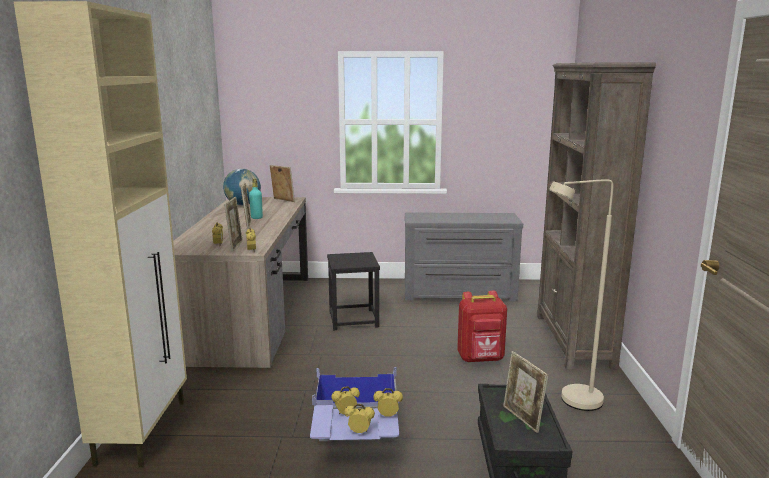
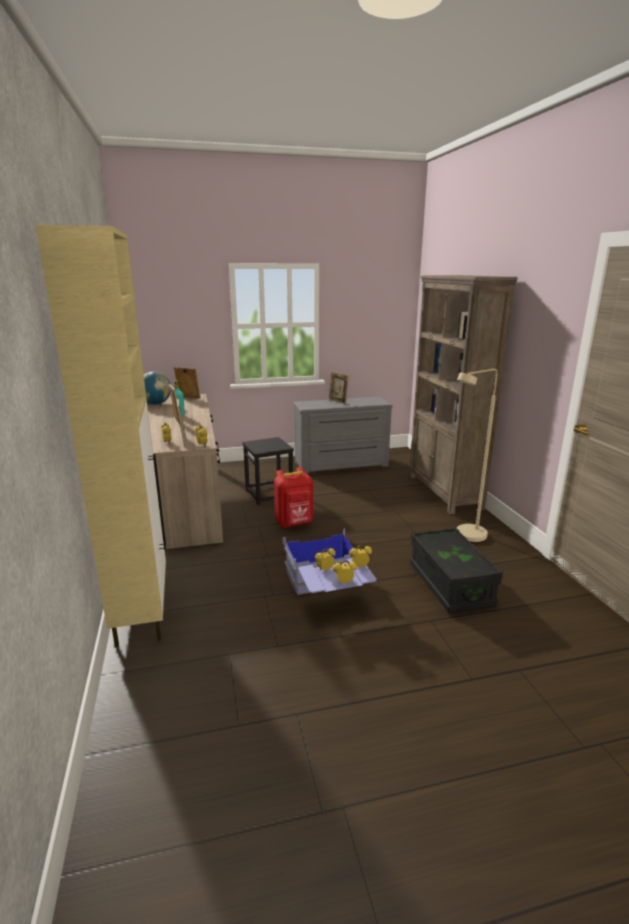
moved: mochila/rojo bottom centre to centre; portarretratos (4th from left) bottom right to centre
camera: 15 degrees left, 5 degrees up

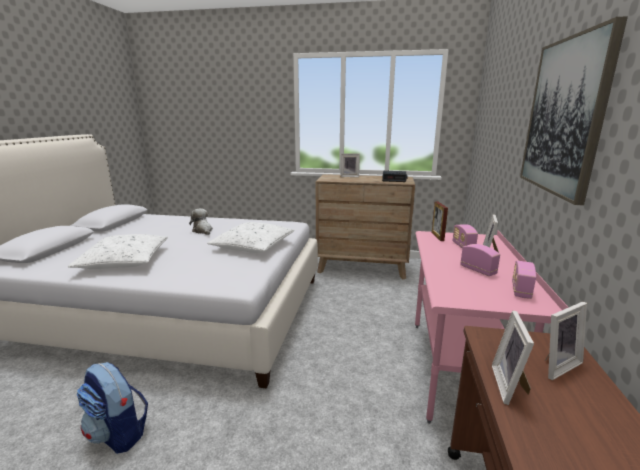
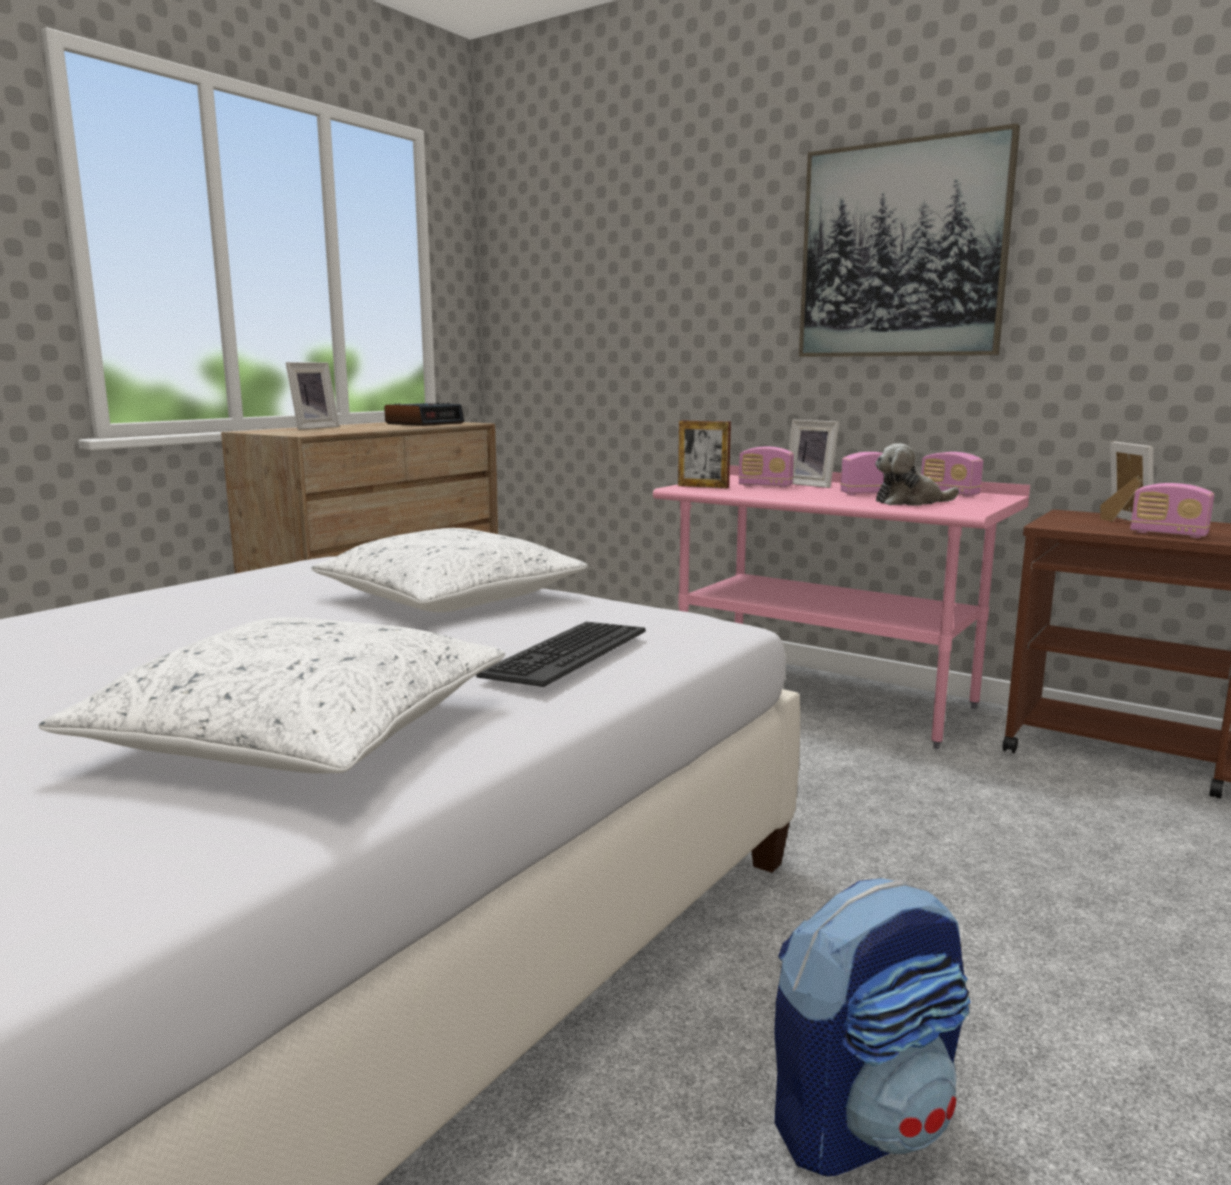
added: teclado centre
moved: peluche middle left to middle right
replaced: portarretratos (4th from left) bottom right to radio (4th from left) middle right
camera: 65 degrees left, 5 degrees down

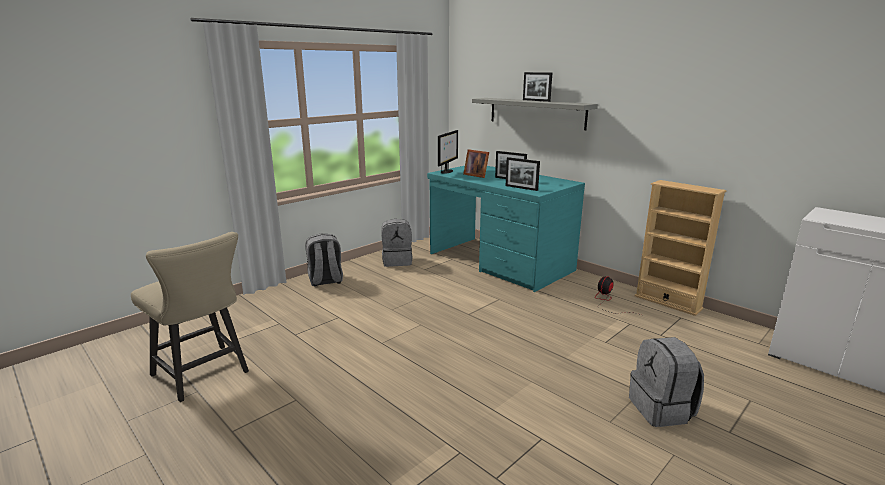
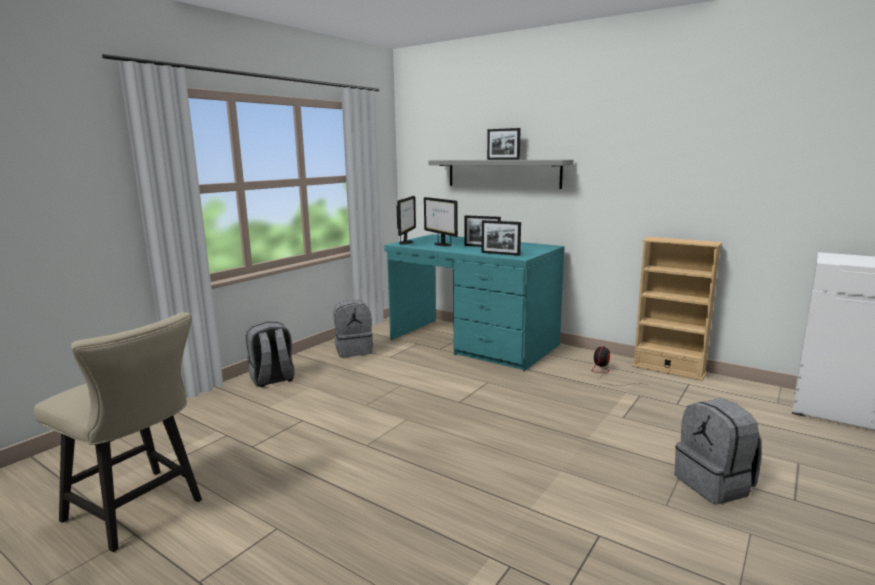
replaced: portarretratos (1st from left) centre to monitor (2nd from left) centre
camera: 10 degrees left, 5 degrees down

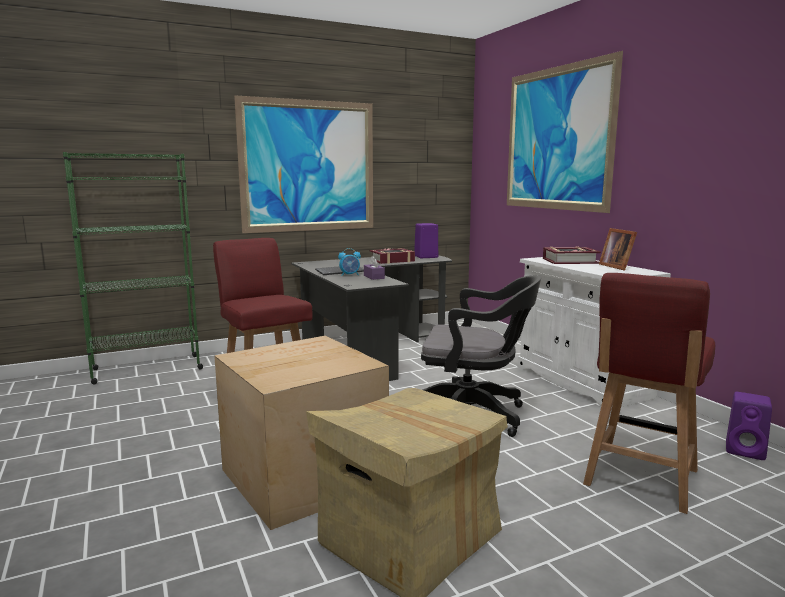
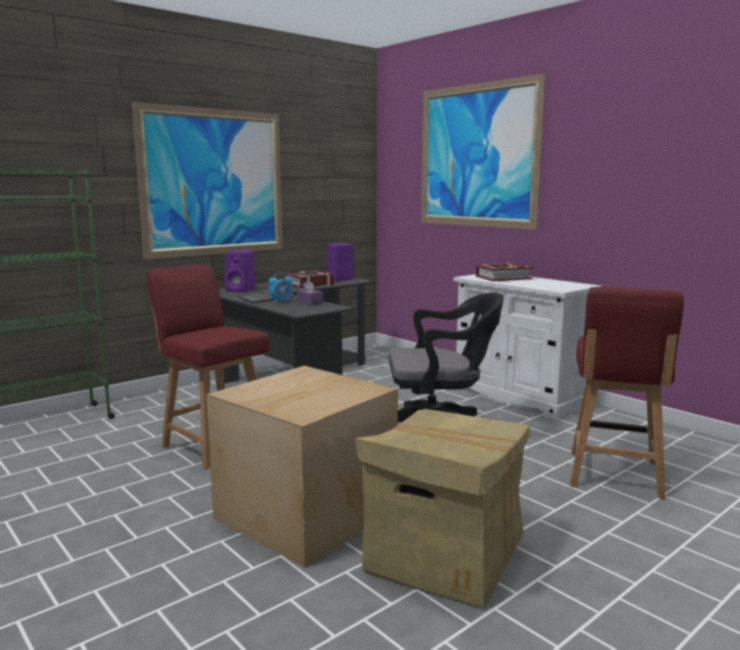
removed: portarretratos middle right
moved: altavoz/morado (2nd from left in the first image) bottom right to altavoz/morado (1st from left) middle left
camera: 15 degrees left, 0 degrees up

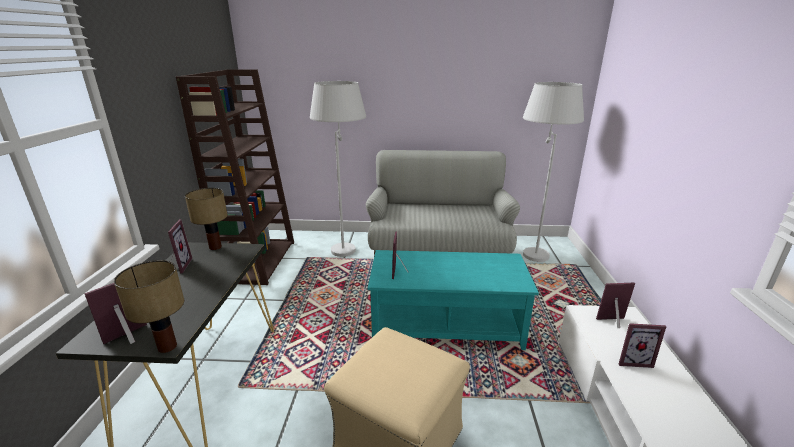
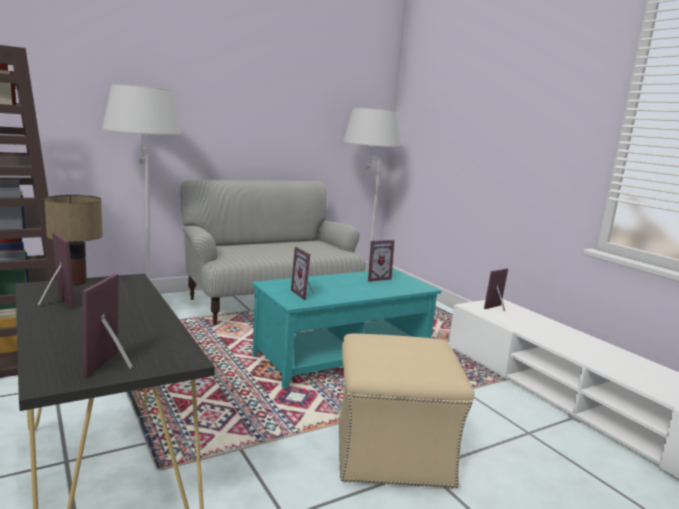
removed: lámpara de mesa (1st from left) bottom left
moved: portarretratos (5th from left in the first image) bottom right to portarretratos (4th from left) centre
camera: 35 degrees left, 10 degrees down

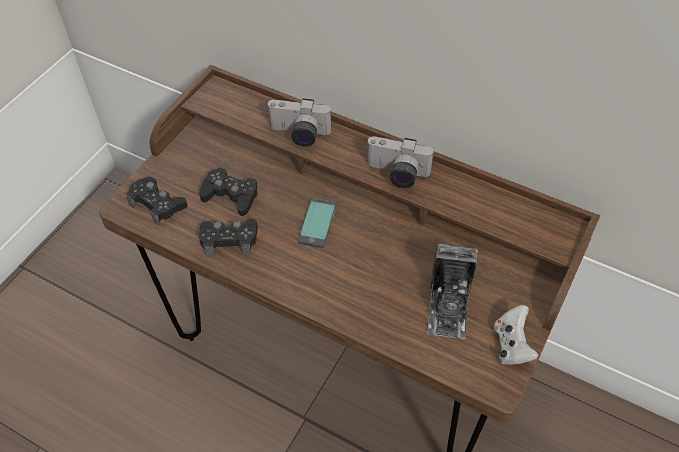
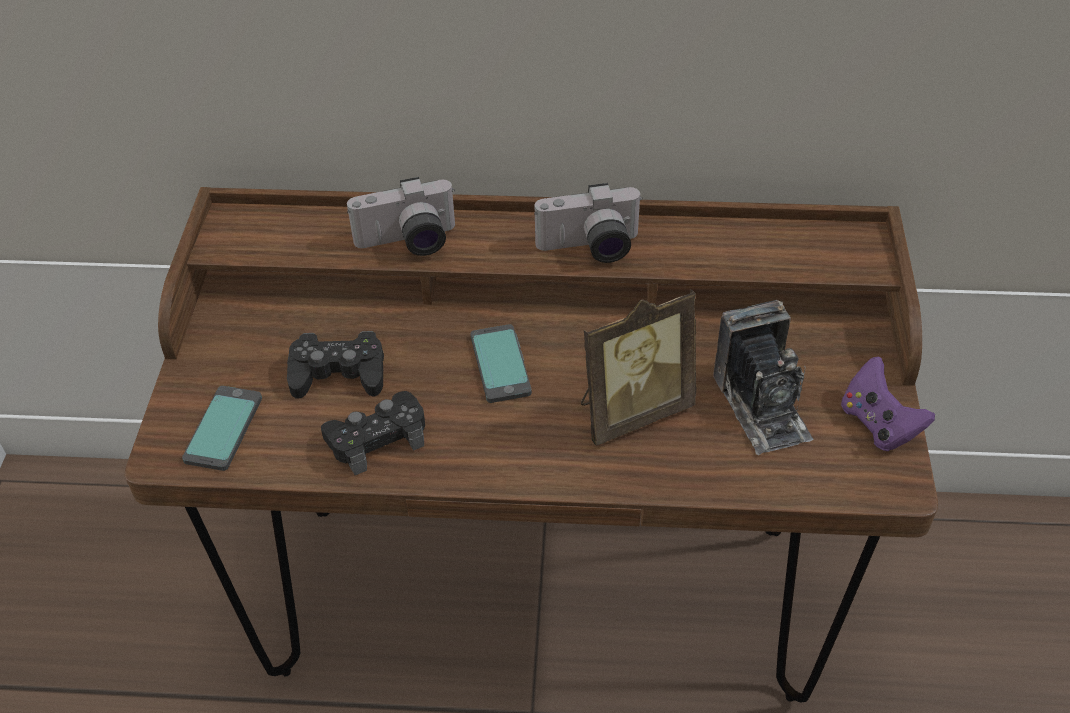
added: portarretratos centre
replaced: mando de consola/negro (1st from left) middle left to móvil (1st from left) middle left
recoloured: mando de consola/blanco bottom right to mando de consola/morado middle right
camera: 25 degrees left, 5 degrees down

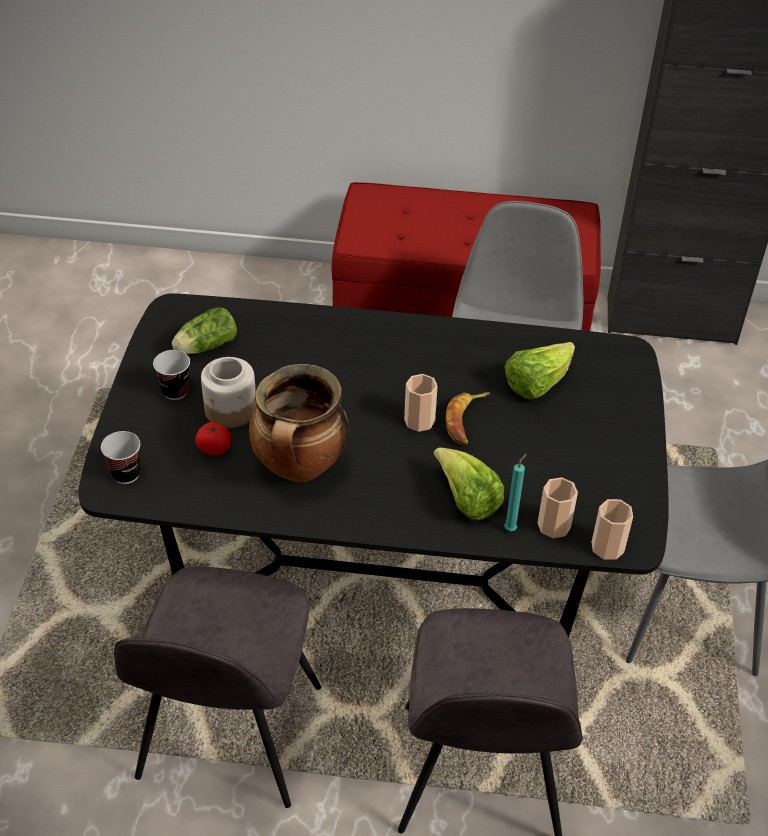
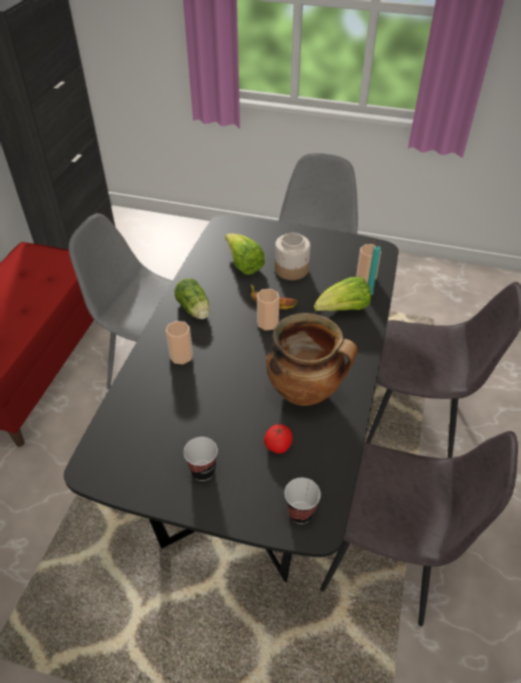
moved: lechuga (1st from left) middle left to centre; tarro middle left to centre; taza (5th from left in the first image) middle right to taza (1st from left) centre
camera: 80 degrees left, 0 degrees up

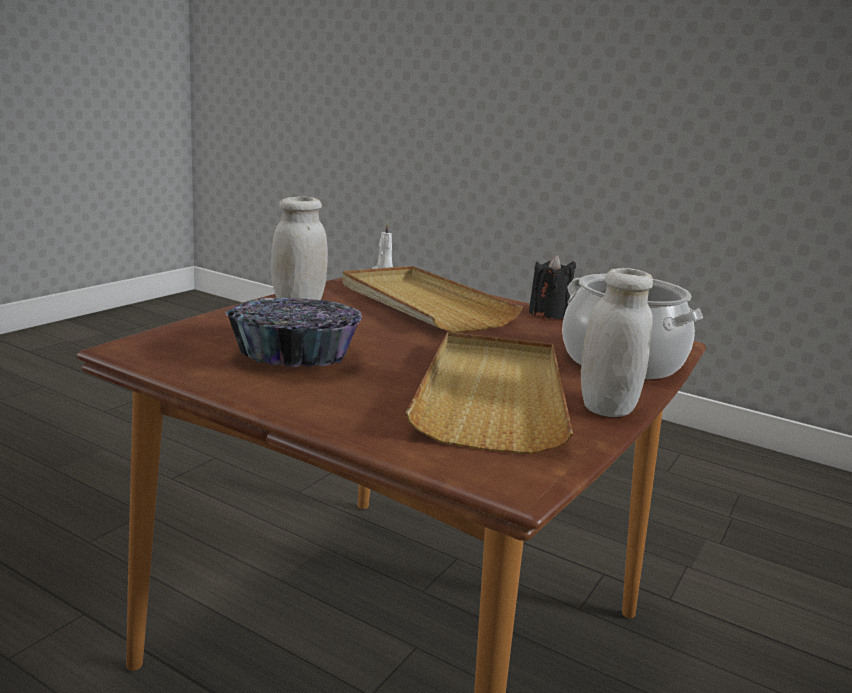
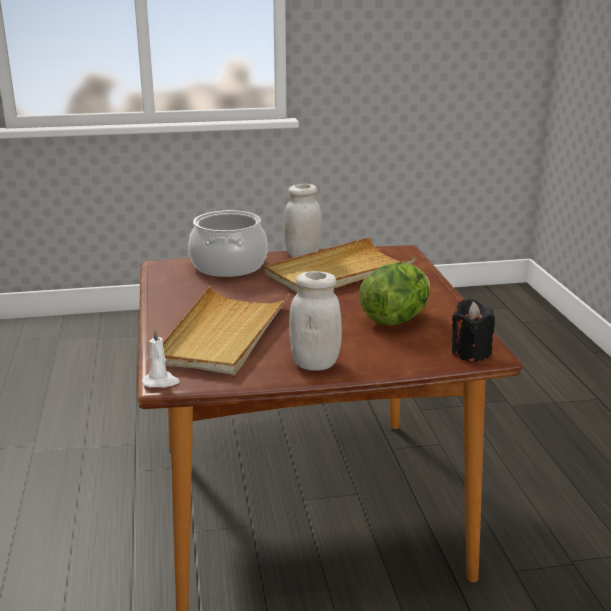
moved: vela/negro centre to middle right
replaced: cuenco centre to lechuga centre
camera: 130 degrees left, 5 degrees up

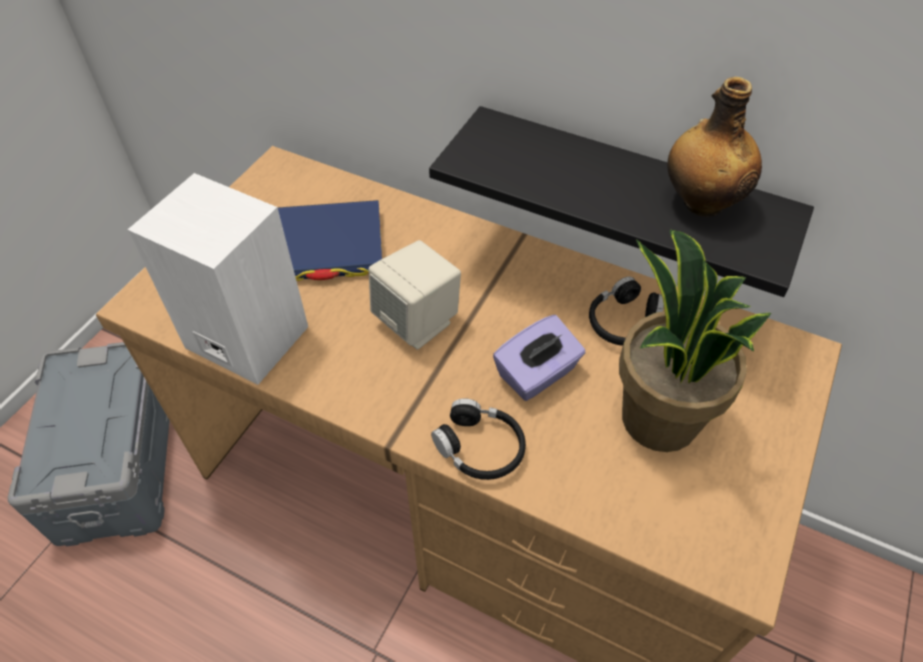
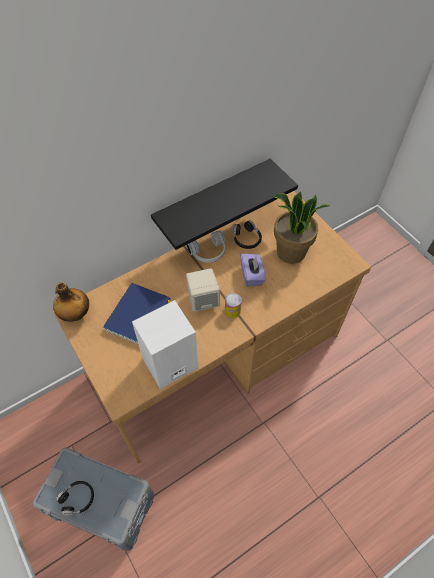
added: auriculares/blanco centre; lata centre
moved: auriculares/negro (1st from left) centre to bottom left; botella top right to middle left
camera: 60 degrees left, 5 degrees up

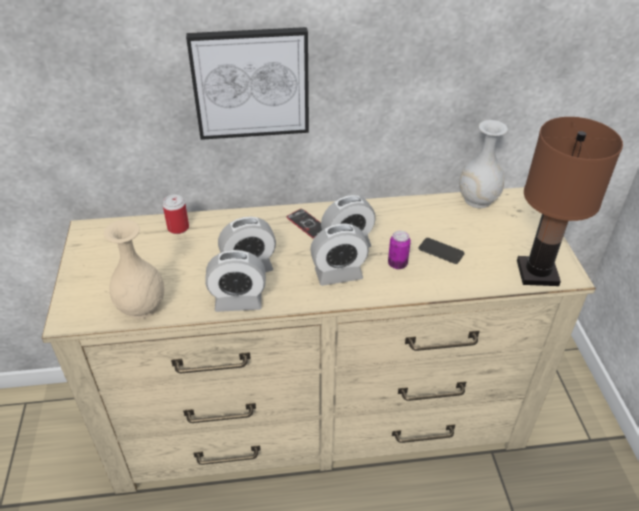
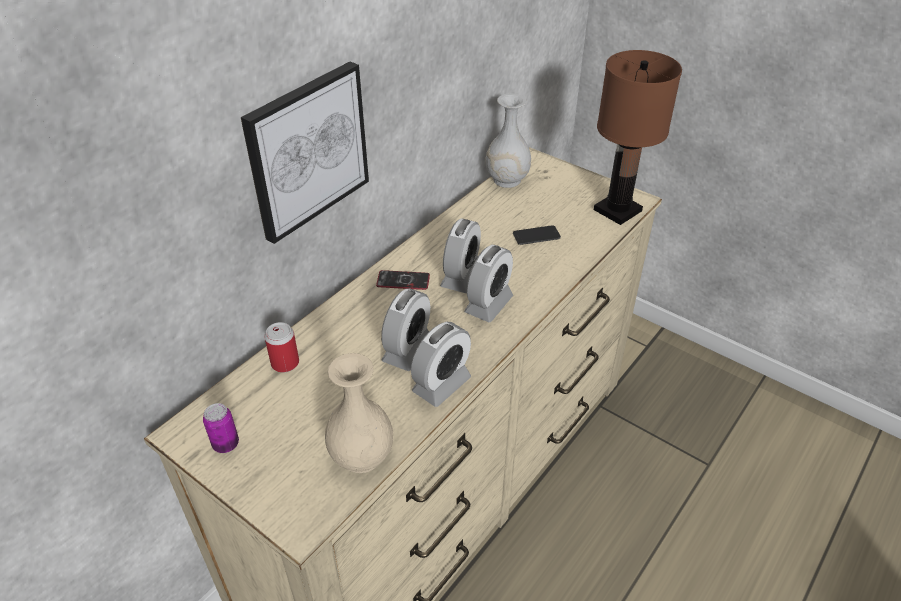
moved: lata (2nd from left in the first image) centre to lata (1st from left) bottom left
camera: 45 degrees left, 0 degrees up

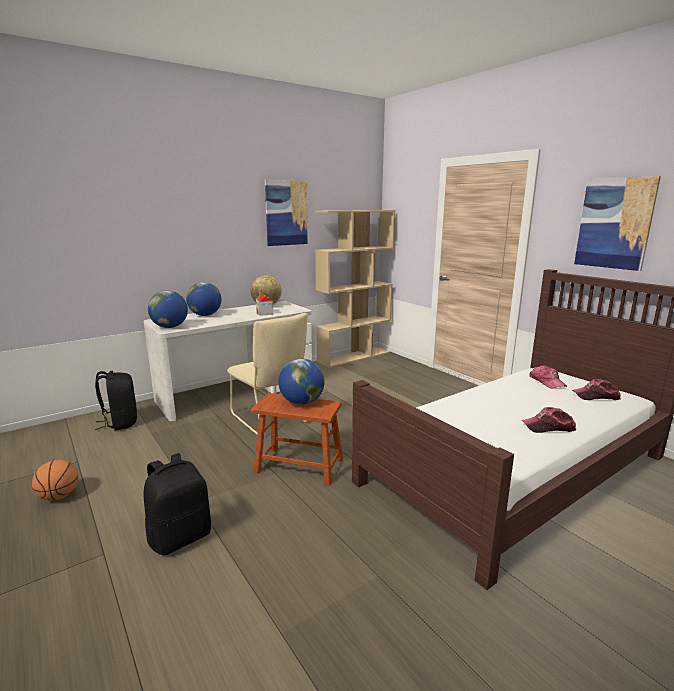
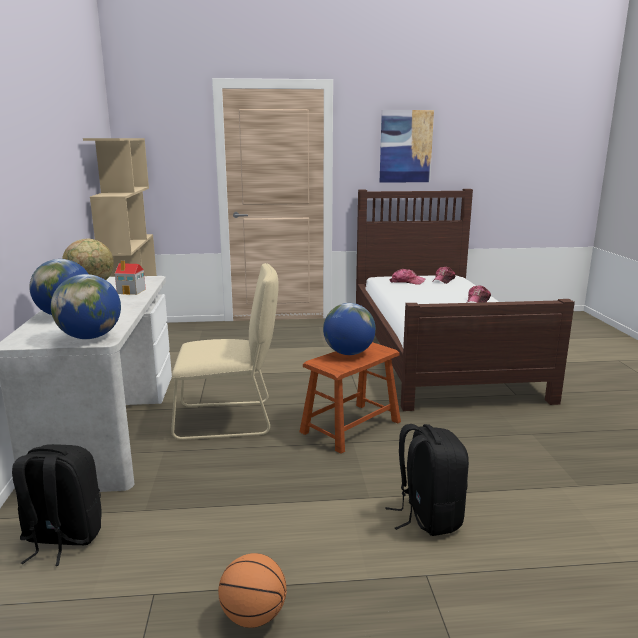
removed: cuadro (1st from left) top centre
camera: 60 degrees left, 0 degrees up

